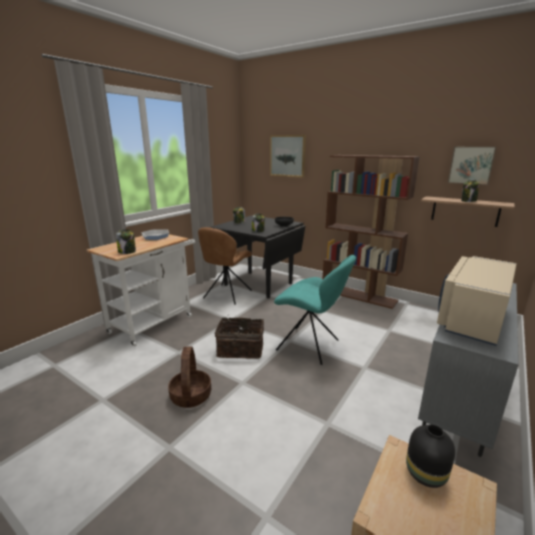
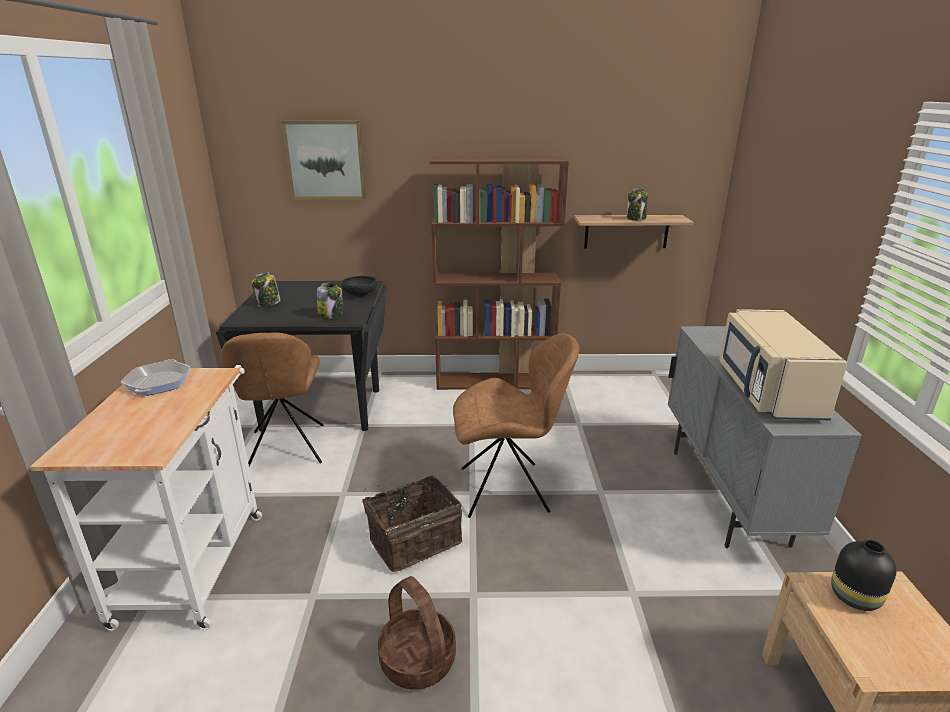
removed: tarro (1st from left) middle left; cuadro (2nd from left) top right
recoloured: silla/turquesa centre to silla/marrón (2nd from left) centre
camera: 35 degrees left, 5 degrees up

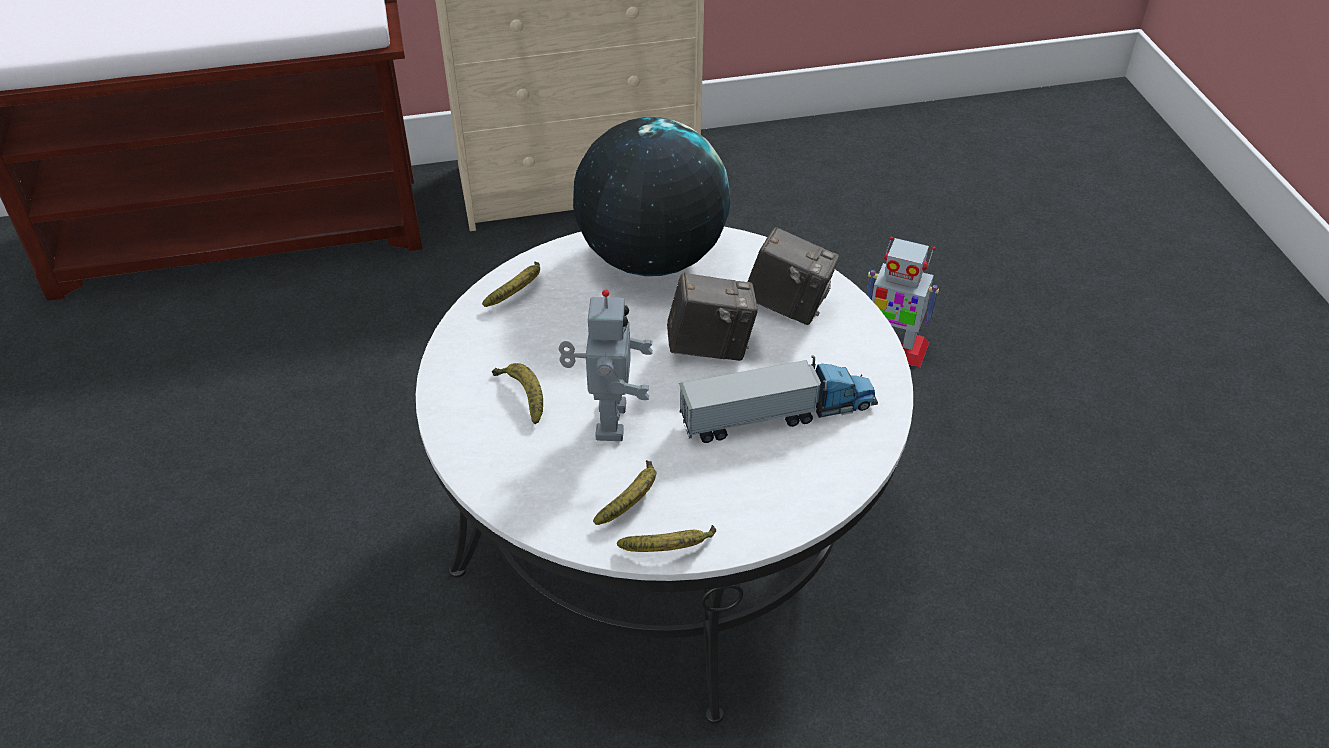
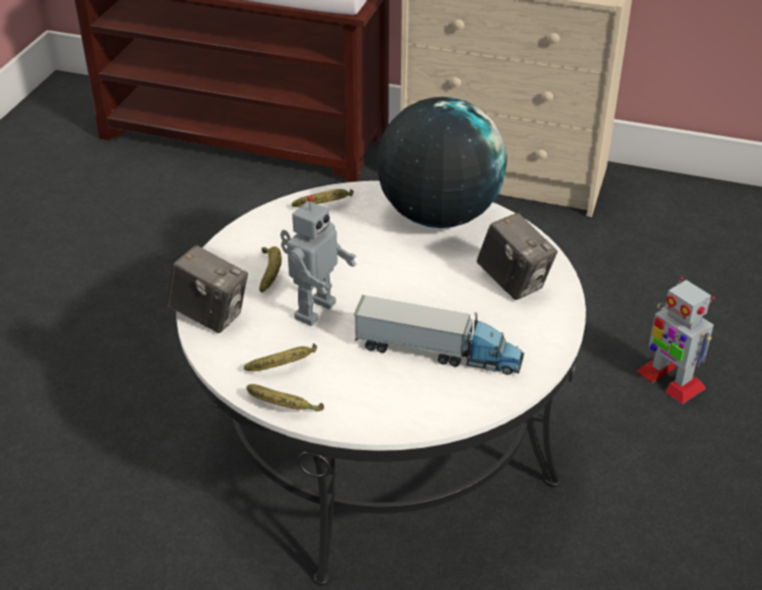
moved: cámara (1st from left) centre to middle left
camera: 30 degrees right, 5 degrees down

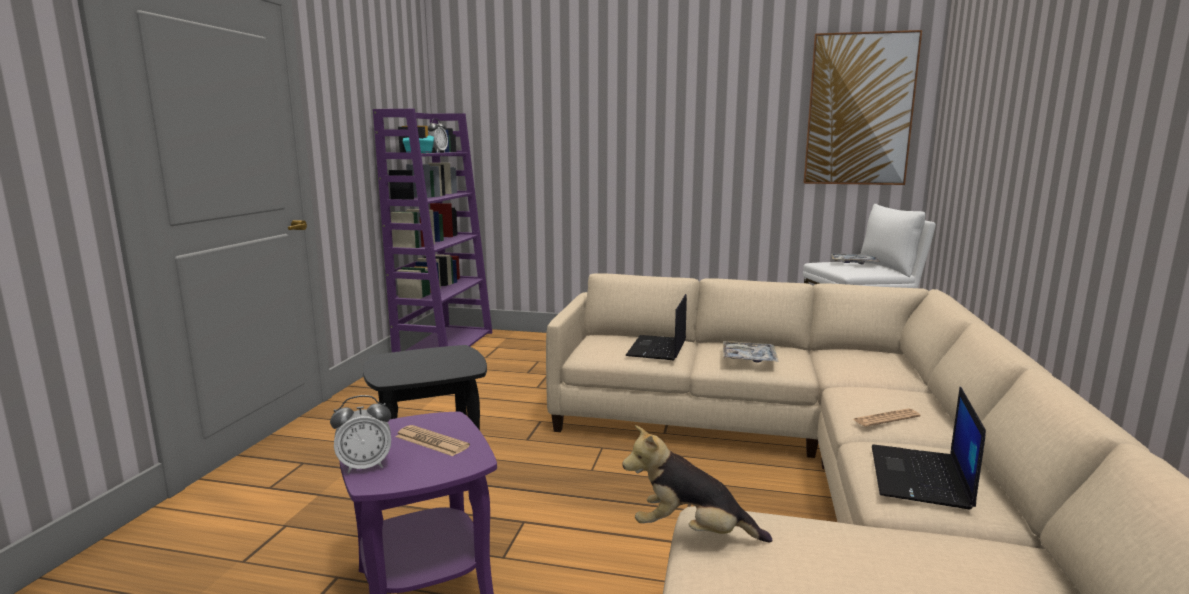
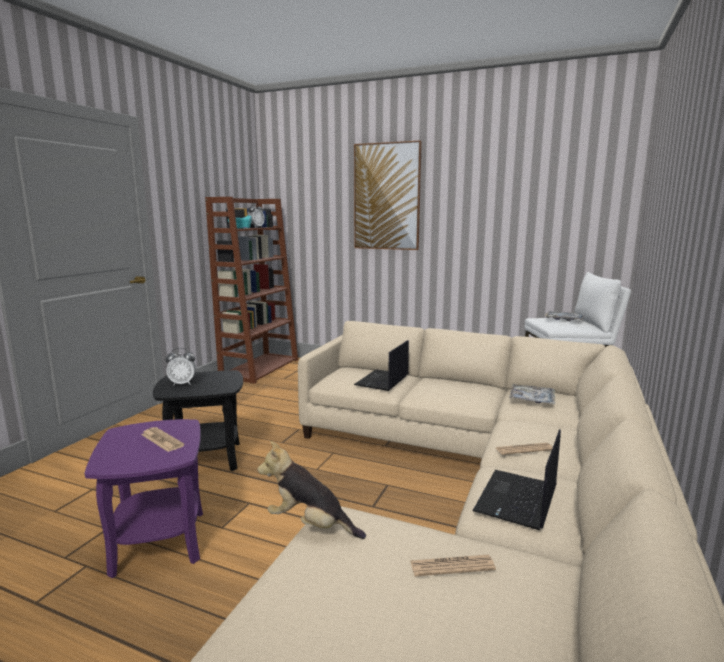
added: periódico (2nd from left) bottom centre
moved: despertador (1st from left) bottom left to middle left; bandeja (1st from left) centre to middle right; cuadro top right to top centre
recoloured: estantería/morado centre to estantería/marrón centre
camera: 10 degrees right, 0 degrees up

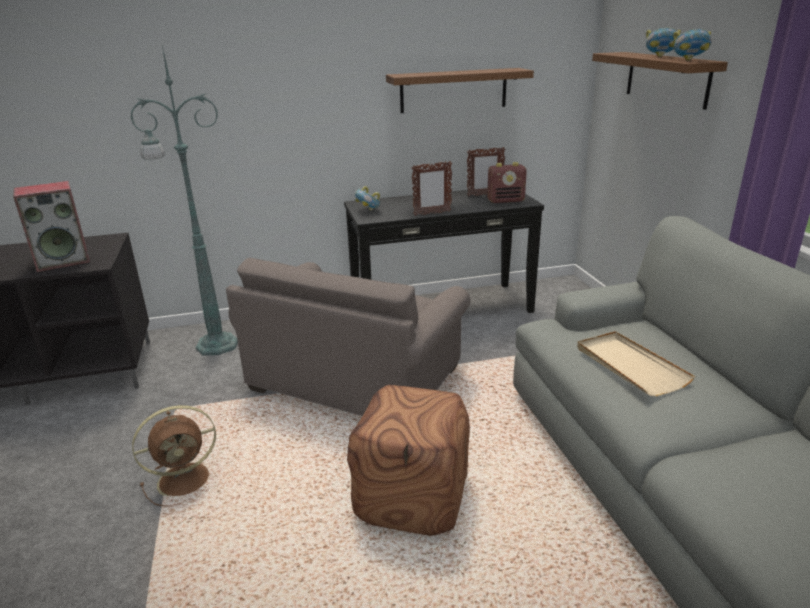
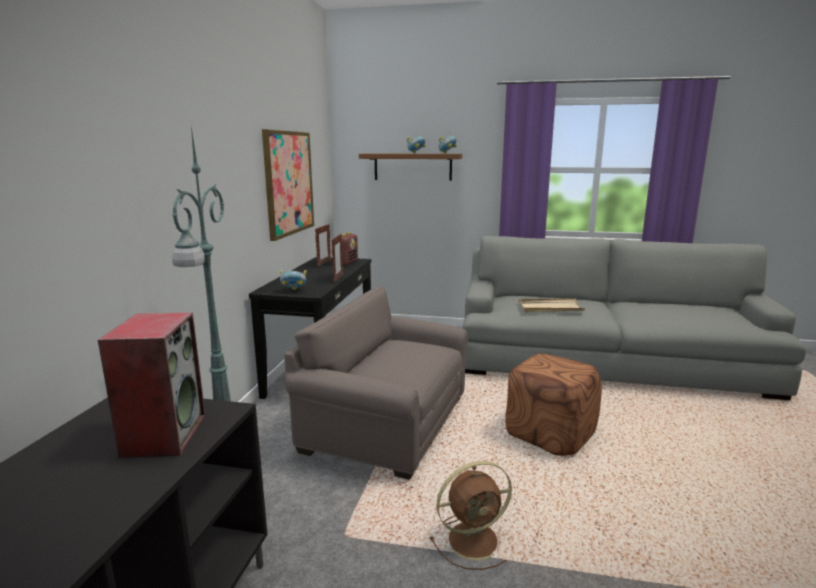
replaced: estante/marrón (1st from left) top centre to cuadro top centre
turned: ventilador/marrón bottom left = bottom centre 75 degrees clockwise; sillón/gris centre = centre 150 degrees clockwise
camera: 65 degrees left, 10 degrees down

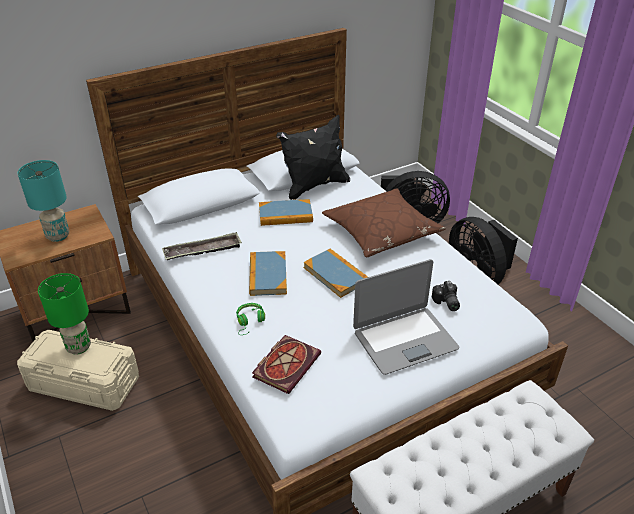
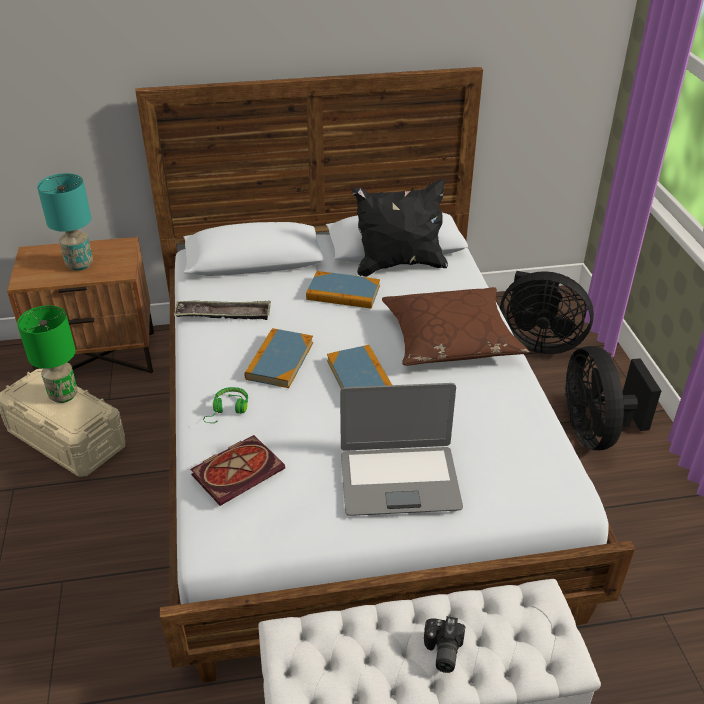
moved: cámara middle right to bottom centre
camera: 20 degrees right, 0 degrees up

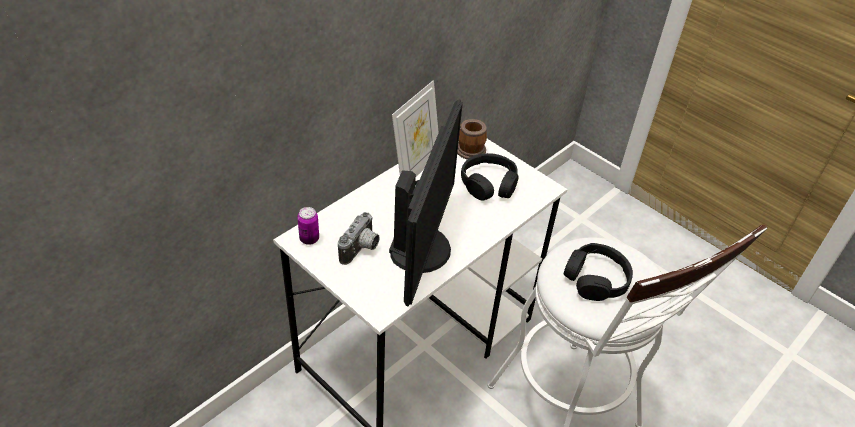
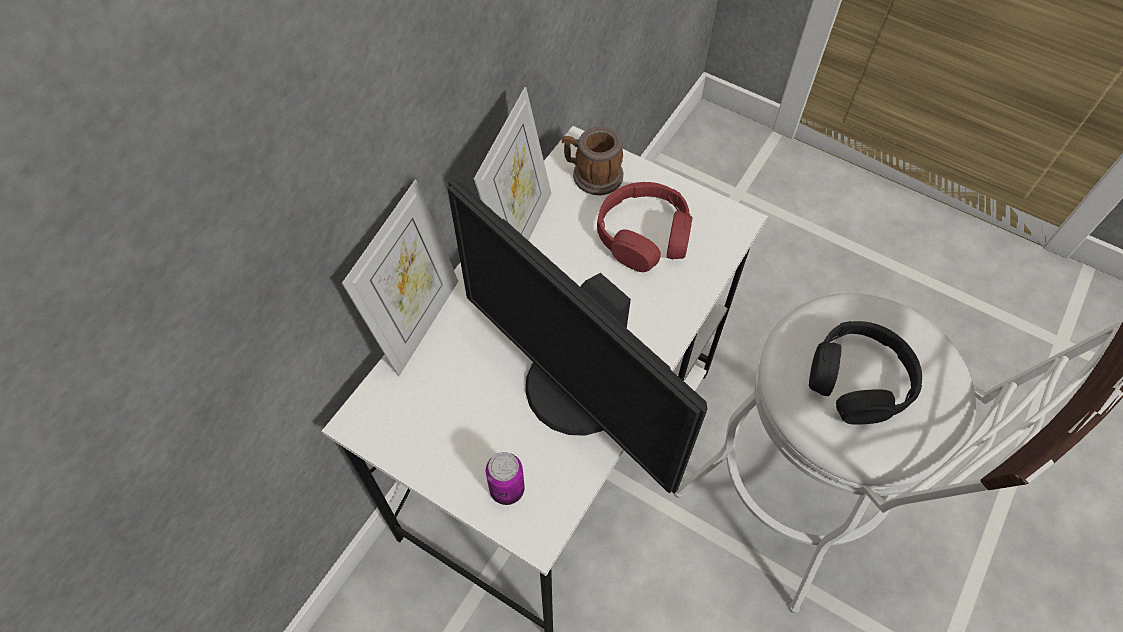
removed: cámara centre
added: portarretratos (1st from left) centre
moved: lata centre to bottom centre
recoloured: auriculares/negro (1st from left) centre to auriculares/rojo centre
turned: monitor centre = centre 135 degrees clockwise
camera: 10 degrees left, 15 degrees up

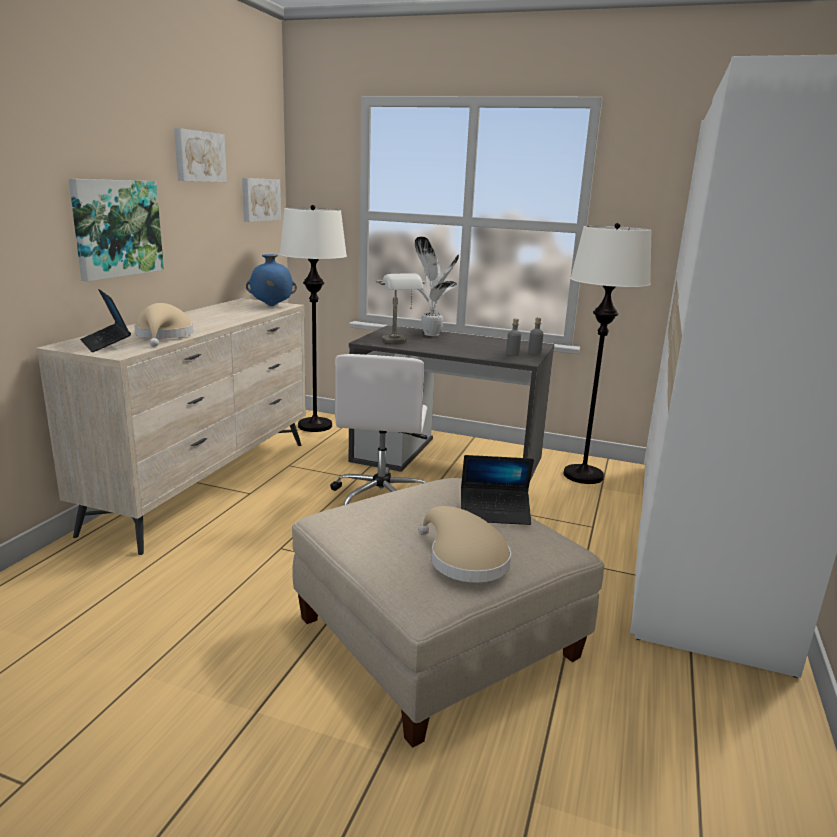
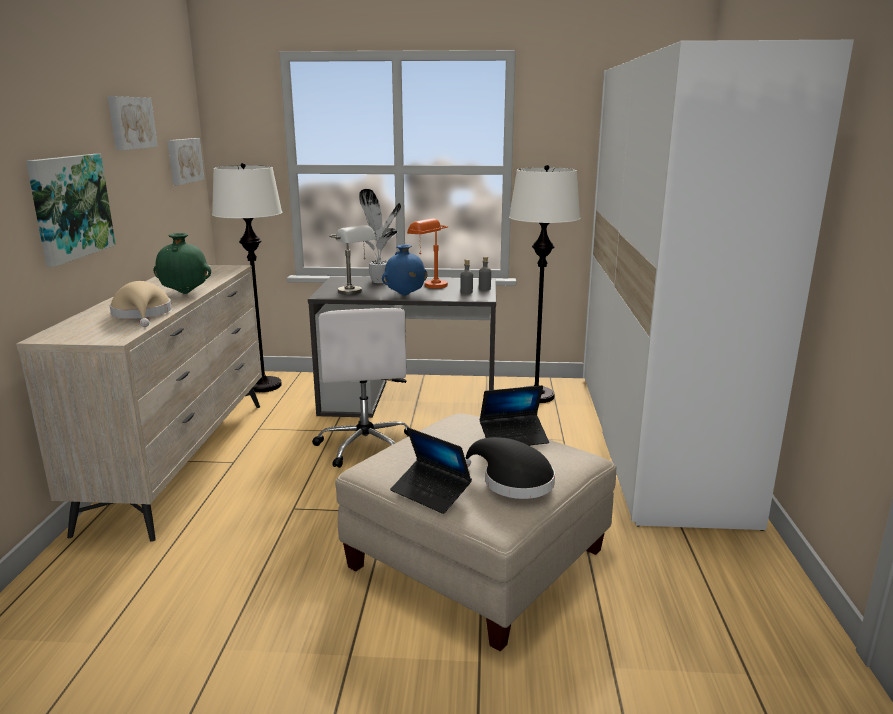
added: florero/verde middle left; lámpara de mesa/naranja centre
moved: portátil (1st from left) middle left to centre; florero/azul middle left to centre
recoloured: sombrero/beis (2nd from left) centre to sombrero/negro centre
camera: 15 degrees left, 0 degrees up

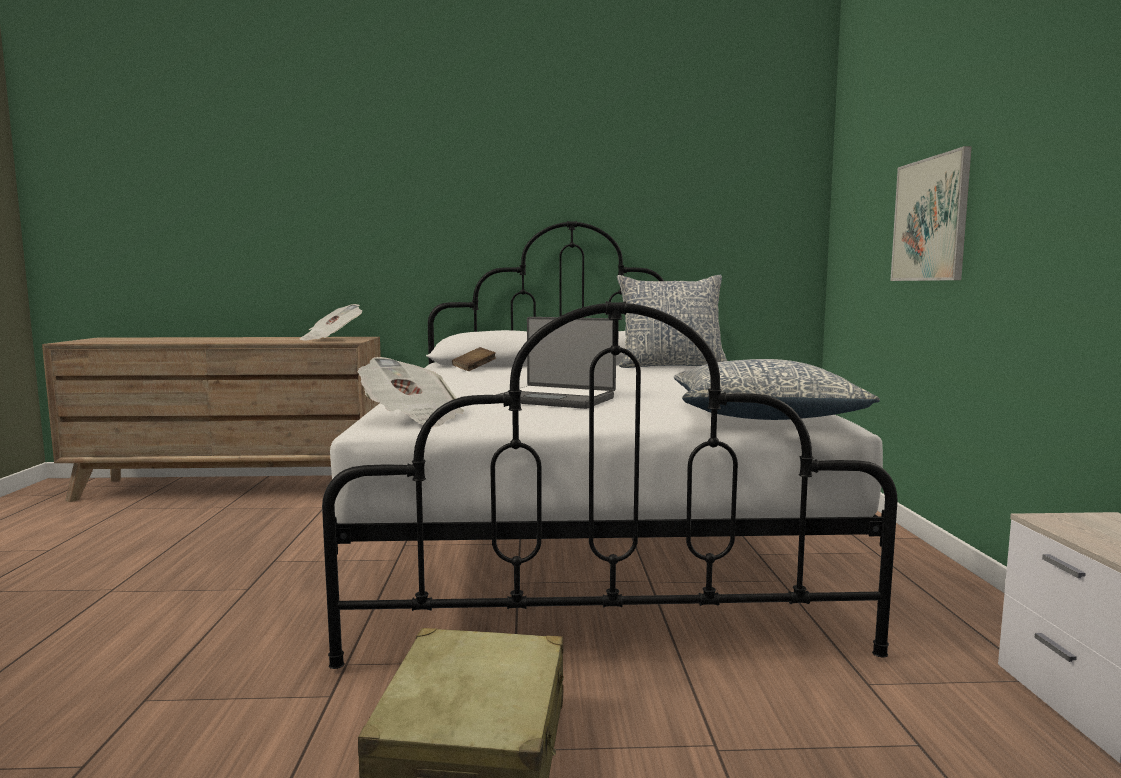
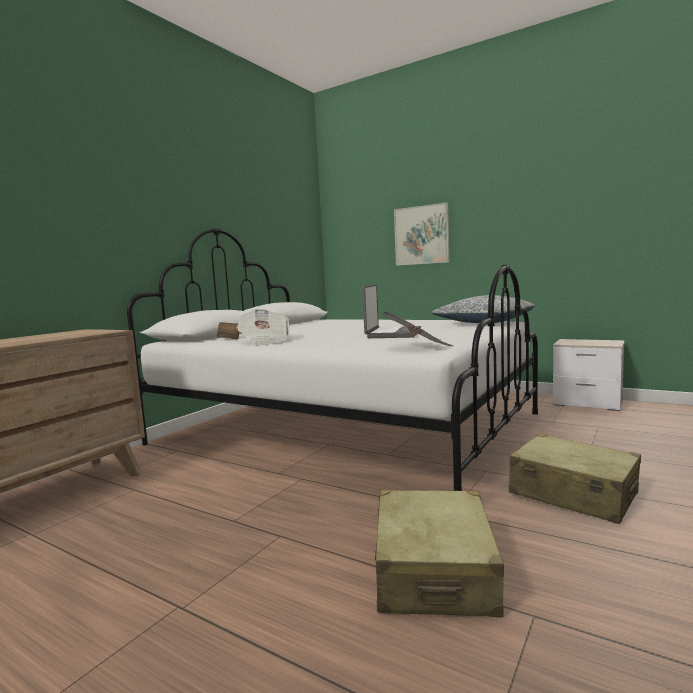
removed: cojín (1st from left) centre
added: maleta/beis (1st from left) bottom centre
moved: periódico (1st from left) middle left to centre
turned: portátil centre = centre 45 degrees counterclockwise
camera: 55 degrees left, 0 degrees up

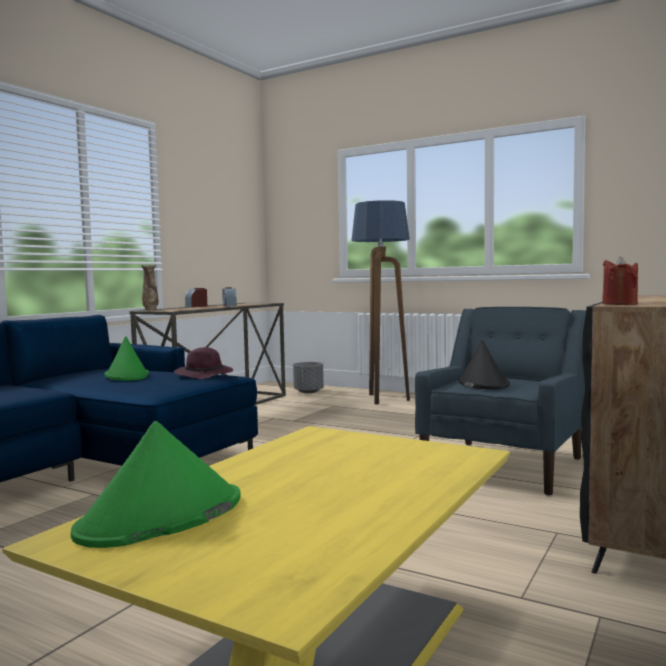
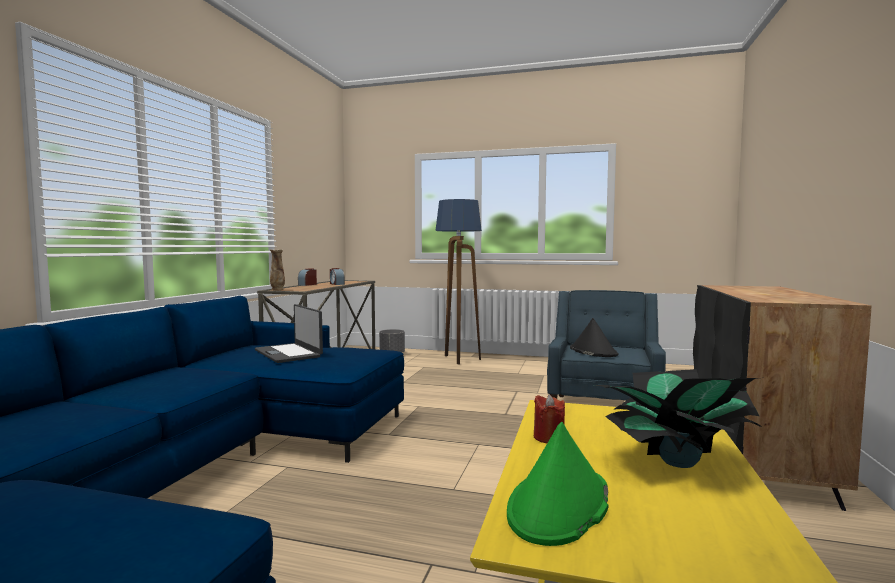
removed: sombrero/morado middle left
added: planta en maceta bottom right
moved: vela/rojo middle right to bottom centre
replaced: sombrero/verde (1st from left) middle left to portátil middle left
camera: 15 degrees left, 0 degrees up

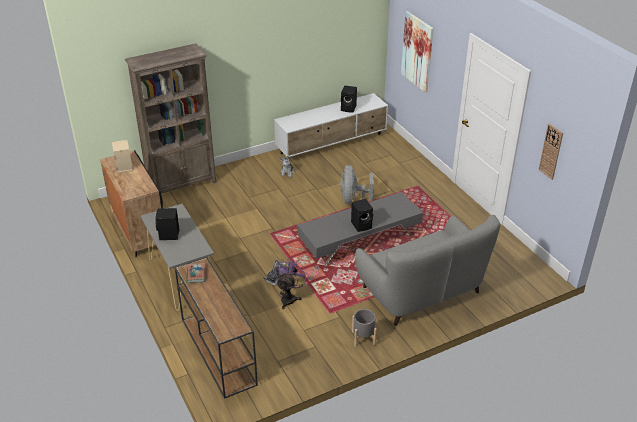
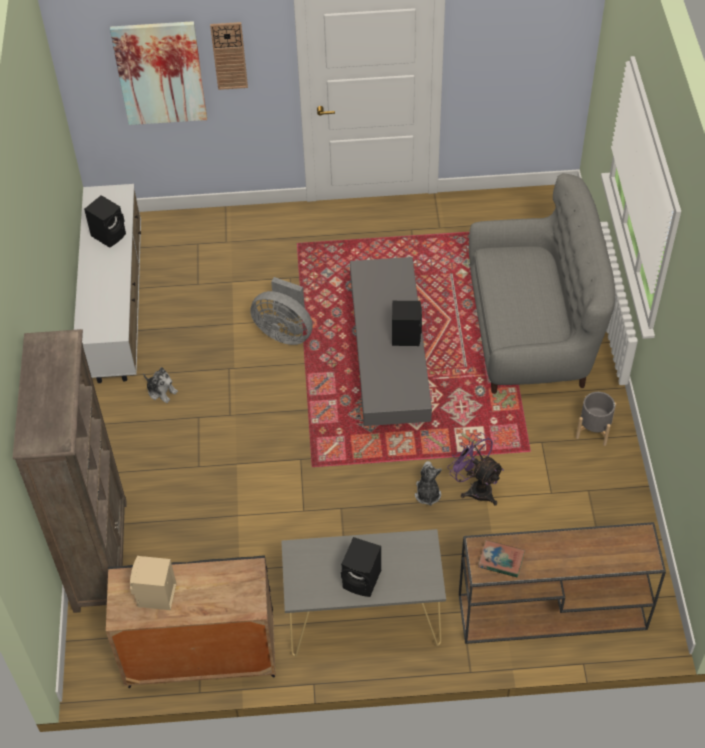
moved: reloj de pared middle right to top left
camera: 65 degrees left, 15 degrees up

